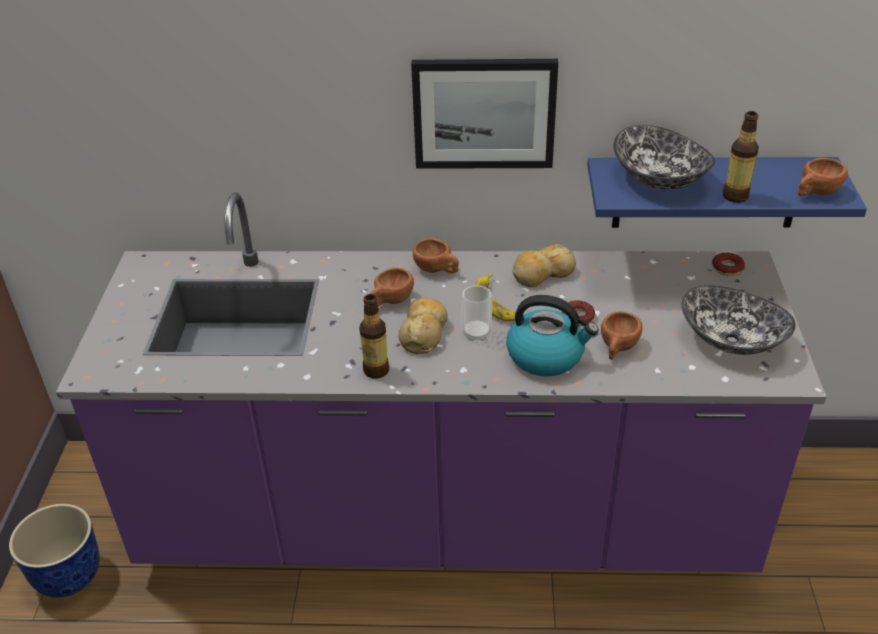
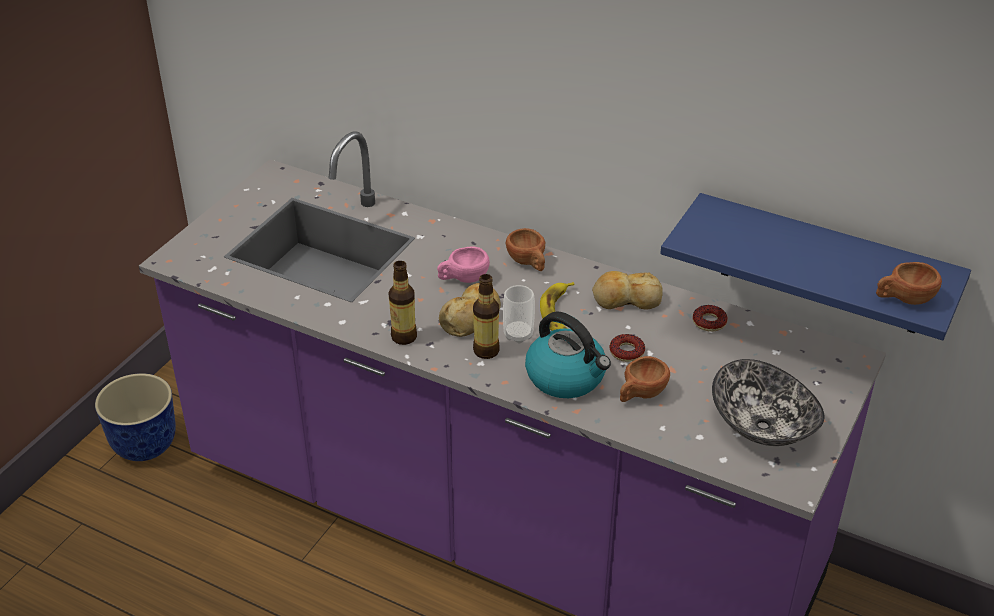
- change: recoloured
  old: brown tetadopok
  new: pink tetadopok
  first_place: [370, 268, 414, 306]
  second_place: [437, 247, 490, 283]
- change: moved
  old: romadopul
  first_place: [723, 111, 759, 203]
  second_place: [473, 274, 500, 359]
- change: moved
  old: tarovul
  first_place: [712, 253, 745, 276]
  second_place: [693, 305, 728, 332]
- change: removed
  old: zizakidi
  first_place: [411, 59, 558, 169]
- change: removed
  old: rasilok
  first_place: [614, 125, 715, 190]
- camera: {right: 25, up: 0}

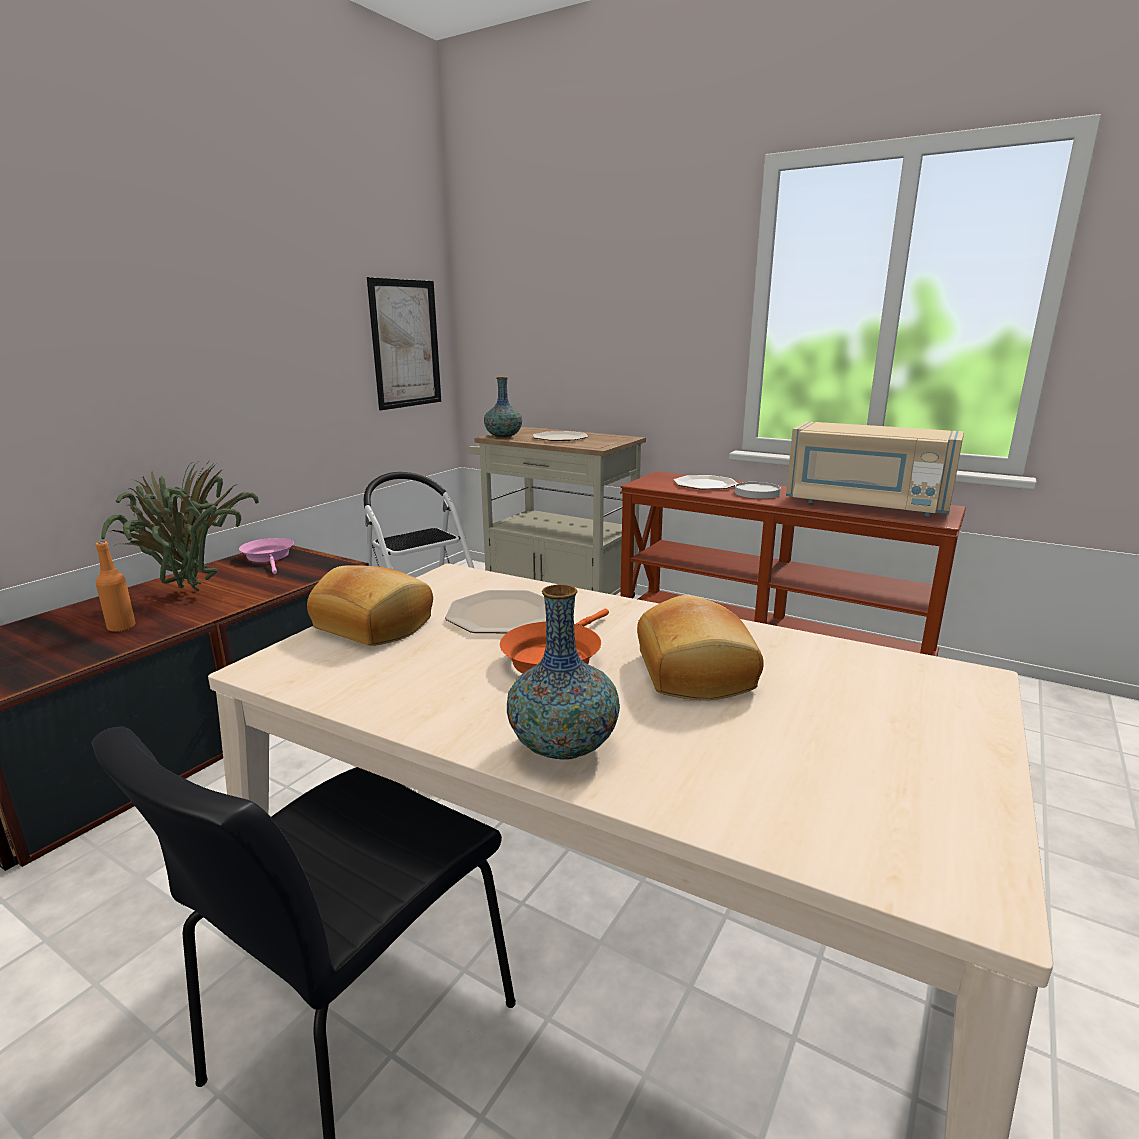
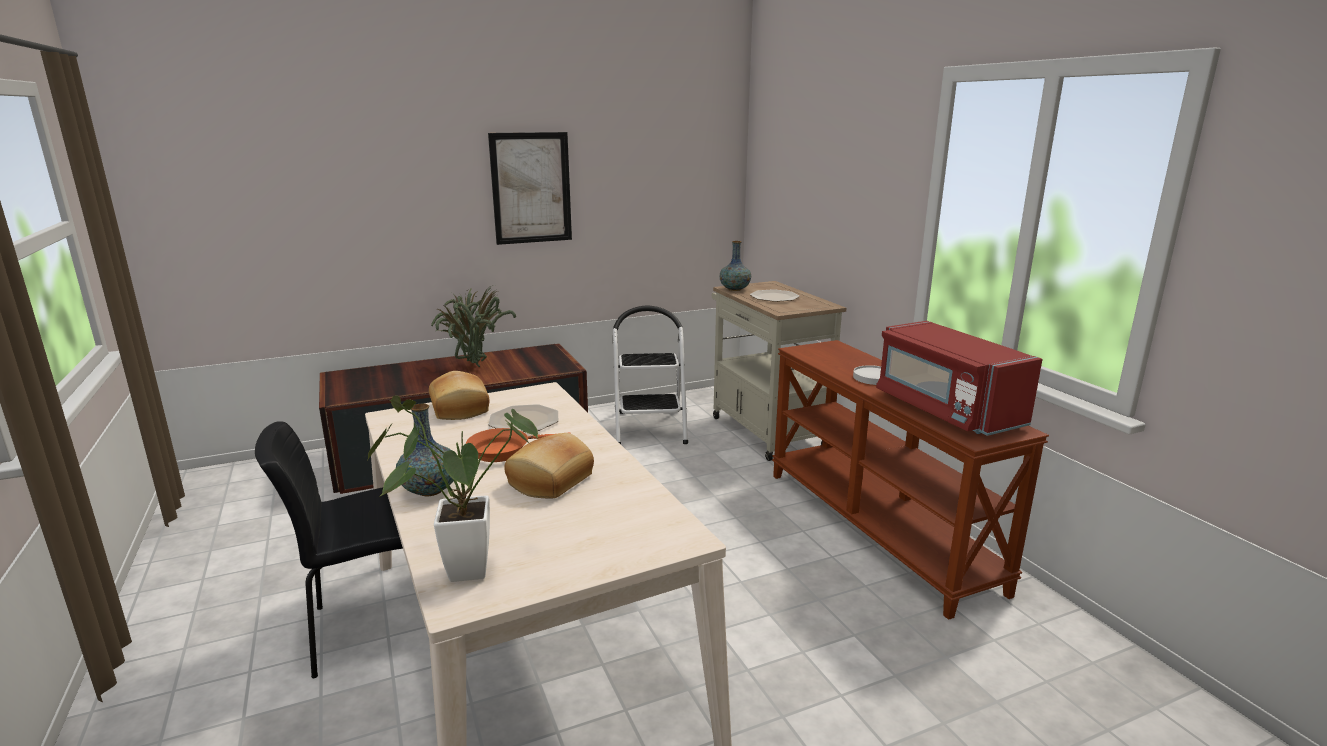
- change: added
  new: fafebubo
  second_place: [368, 396, 538, 582]
- change: moved
  old: zizakidi
  first_place: [367, 277, 441, 410]
  second_place: [488, 132, 572, 245]
- change: recoloured
  old: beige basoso
  new: red basoso
  first_place: [786, 421, 964, 516]
  second_place: [876, 321, 1042, 436]
- change: removed
  old: orange romadopul
  first_place: [95, 541, 136, 632]
- change: removed
  old: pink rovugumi
  first_place: [239, 538, 294, 574]
- change: removed
  old: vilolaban
  first_place: [673, 475, 738, 489]
- camera: {right: 35, up: 0}

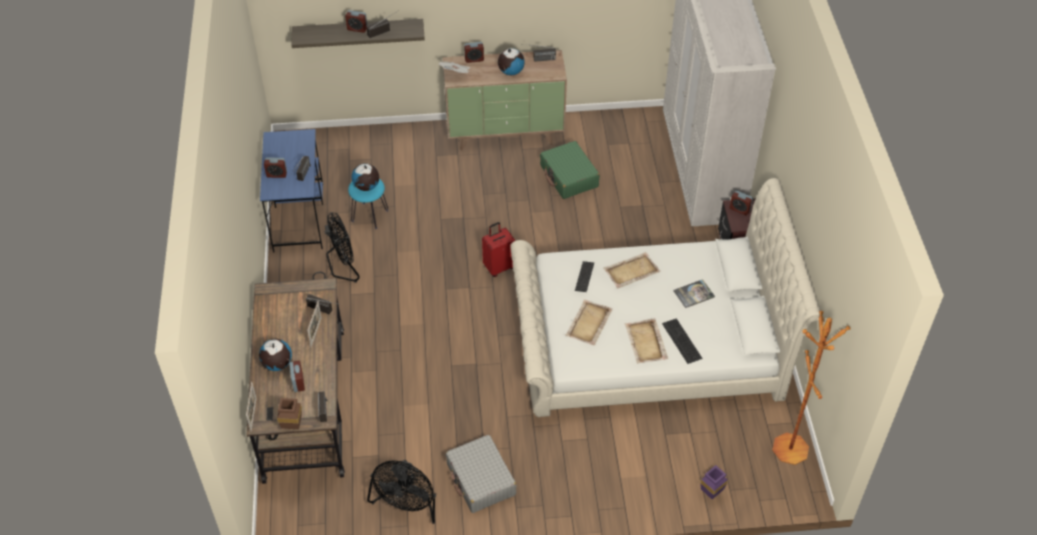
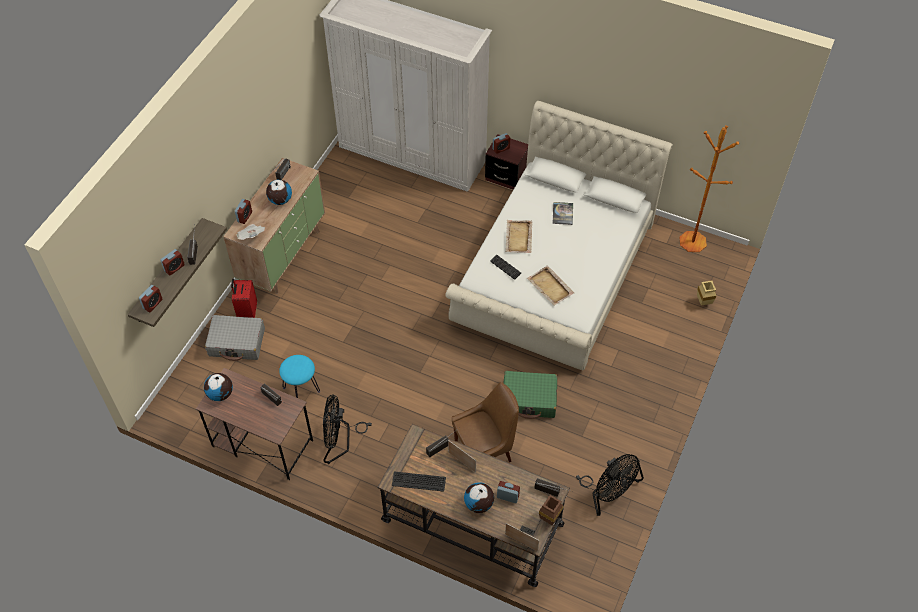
- change: moved
  old: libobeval
  first_place: [264, 157, 287, 178]
  second_place: [139, 285, 162, 312]
- change: recoloured
  old: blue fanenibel
  new: brown fanenibel
  first_place: [260, 129, 323, 253]
  second_place: [196, 368, 313, 480]
- change: moved
  old: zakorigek
  first_place: [351, 163, 379, 191]
  second_place: [204, 373, 233, 401]
- change: moved
  old: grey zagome
  first_place: [446, 435, 517, 513]
  second_place: [205, 315, 265, 361]
- change: moved
  old: red zagome
  first_place: [482, 222, 516, 277]
  second_place: [231, 279, 257, 318]
- change: turned
  old: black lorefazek
  first_place: [311, 212, 360, 283]
  second_place: [323, 394, 372, 464]
  degrees: -105
- change: moved
  old: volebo
  first_place: [662, 318, 702, 364]
  second_place: [392, 471, 446, 492]
- change: added
  new: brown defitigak
  second_place: [452, 382, 519, 462]
- change: moved
  old: green zagome
  first_place: [540, 141, 600, 199]
  second_place: [504, 371, 557, 419]
- change: recoloured
  old: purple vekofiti
  new: beige vekofiti
  first_place: [700, 465, 728, 499]
  second_place: [697, 280, 716, 306]
- change: removed
  old: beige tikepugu
  first_place: [625, 319, 668, 364]
- camera: {right: -60, up: 5}

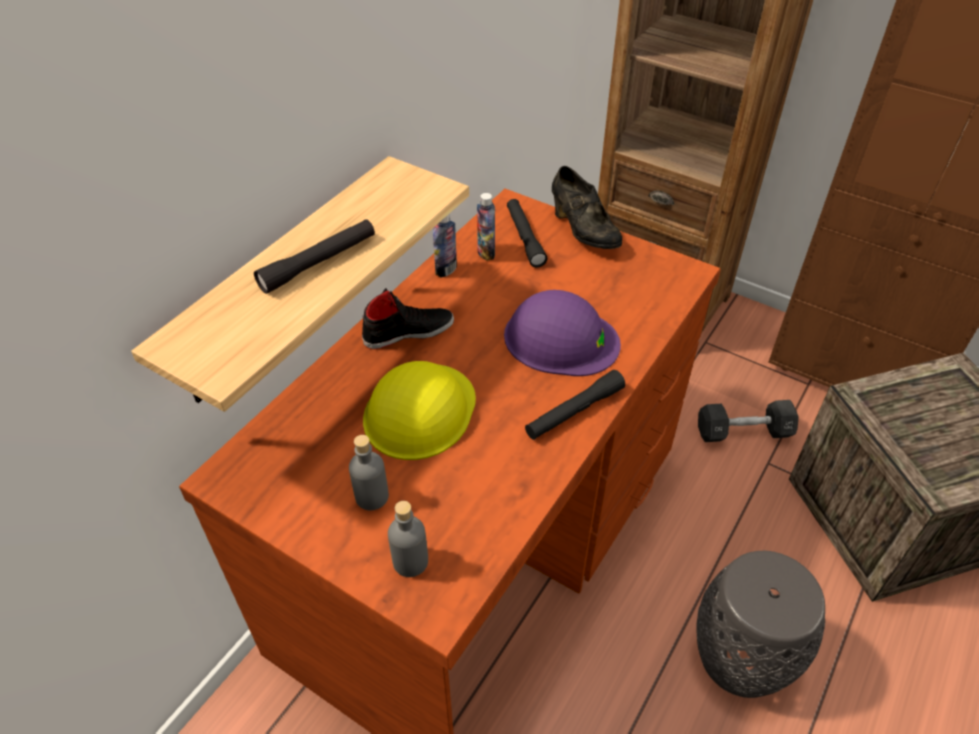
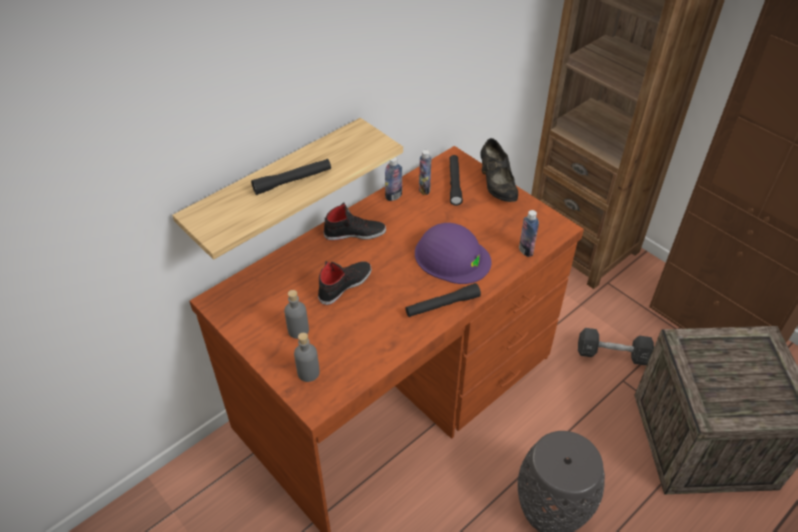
- change: replaced
  old: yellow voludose
  new: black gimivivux
  first_place: [363, 361, 476, 460]
  second_place: [318, 261, 372, 305]
- change: added
  new: romadopul
  second_place: [519, 210, 539, 257]
- camera: {right: 15, up: 0}

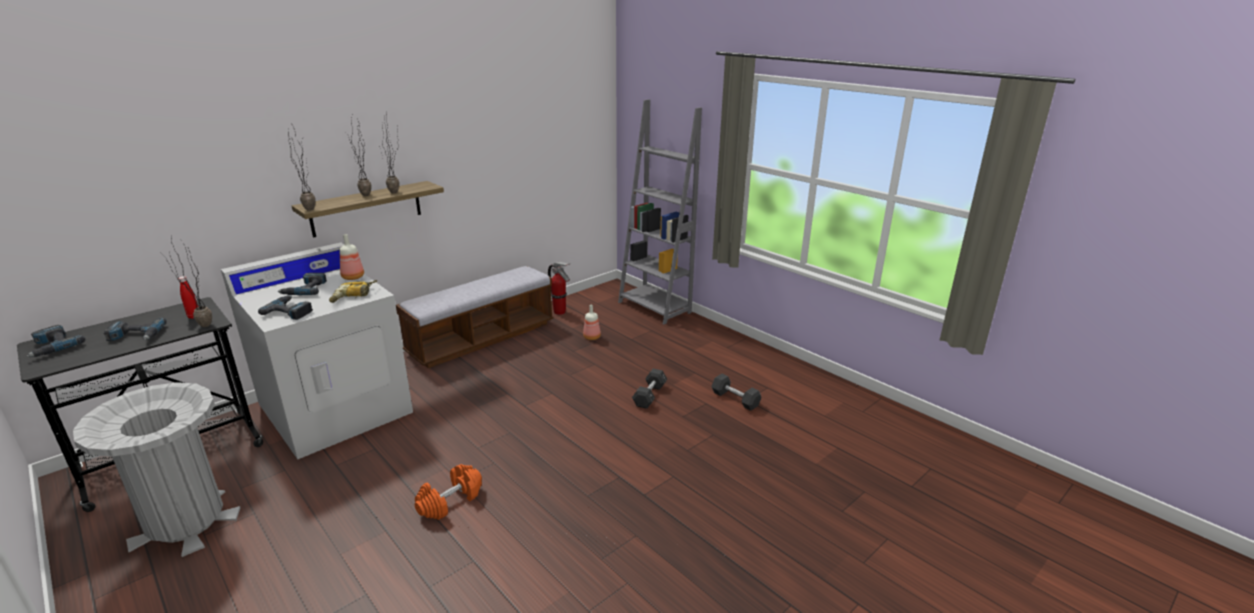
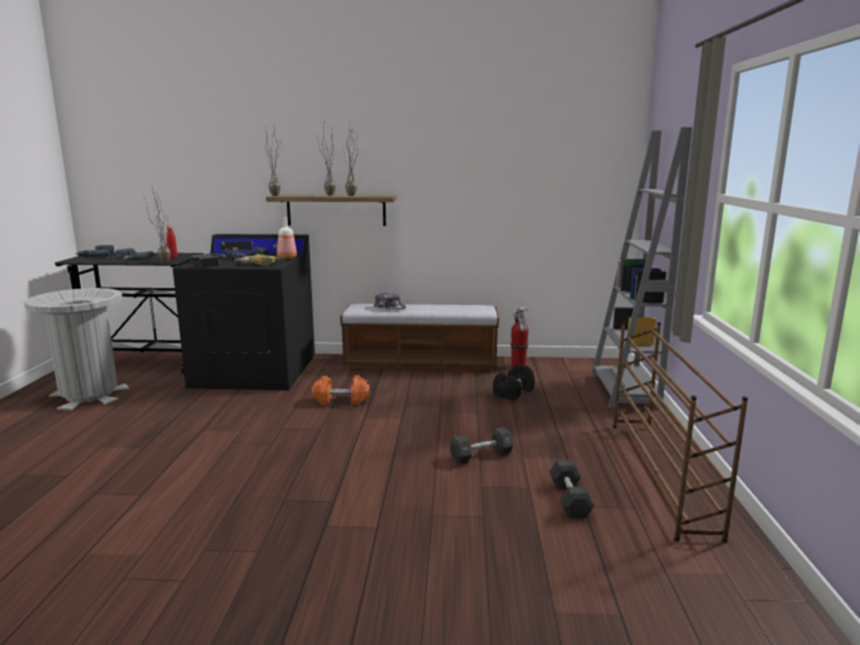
- change: recoloured
  old: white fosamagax
  new: black fosamagax
  first_place: [221, 242, 413, 460]
  second_place: [173, 234, 315, 390]
- change: moved
  old: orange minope
  first_place: [415, 464, 482, 520]
  second_place: [312, 375, 370, 406]
- change: added
  new: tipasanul
  second_place: [374, 292, 406, 310]
- change: replaced
  old: romadopul
  new: black minope
  first_place: [583, 305, 601, 340]
  second_place: [493, 364, 535, 401]
- change: added
  new: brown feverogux
  second_place: [613, 322, 748, 543]
- camera: {right: 45, up: -10}

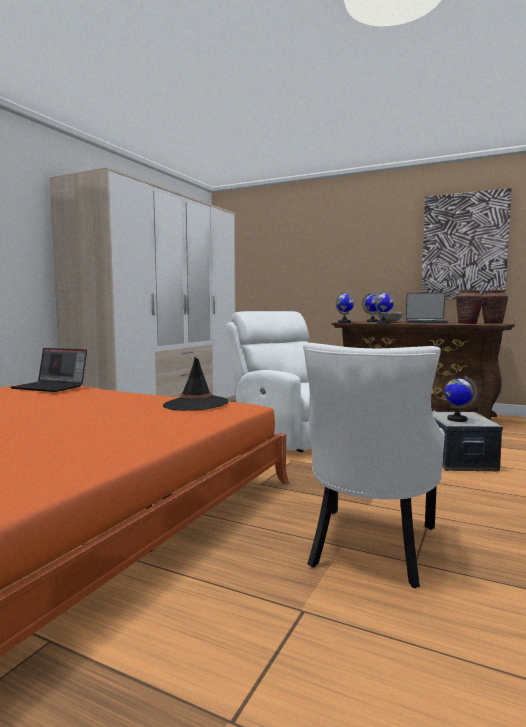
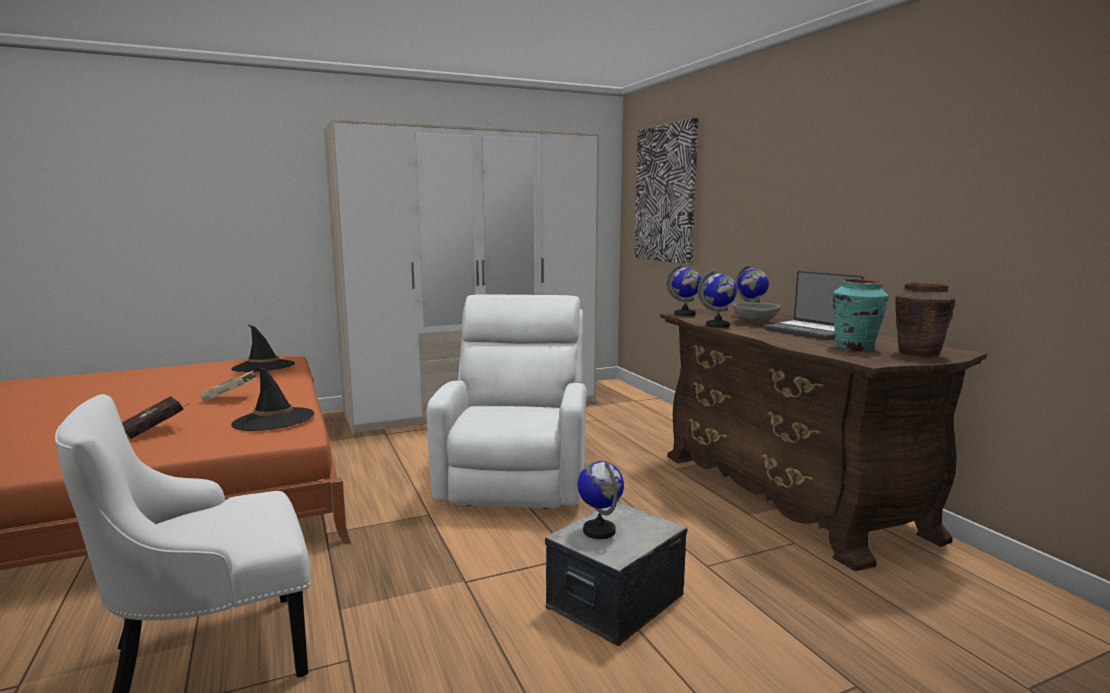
- change: added
  new: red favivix
  second_place: [122, 396, 189, 439]
- change: added
  new: beige favivix
  second_place: [199, 371, 256, 402]
- change: replaced
  old: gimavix
  new: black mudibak
  first_place: [10, 348, 87, 392]
  second_place: [231, 325, 295, 372]
- change: moved
  old: zizakidi
  first_place: [421, 188, 512, 299]
  second_place: [635, 118, 698, 264]
- change: recoloured
  old: brown vekofiti
  new: turquoise vekofiti
  first_place: [456, 290, 483, 324]
  second_place: [833, 279, 889, 351]
- camera: {right: 40, up: 5}

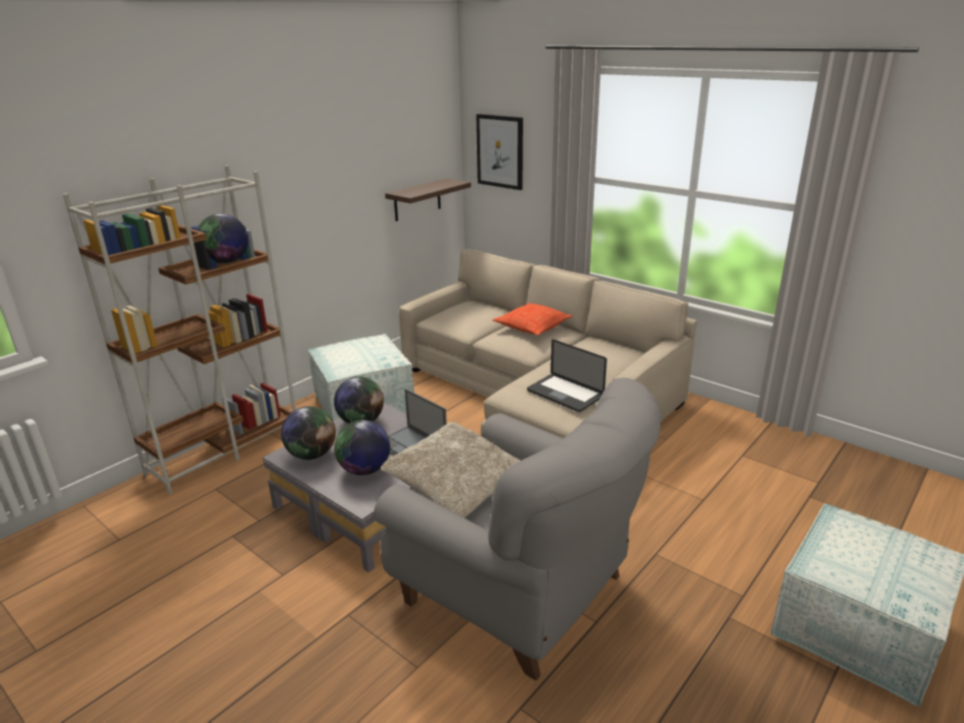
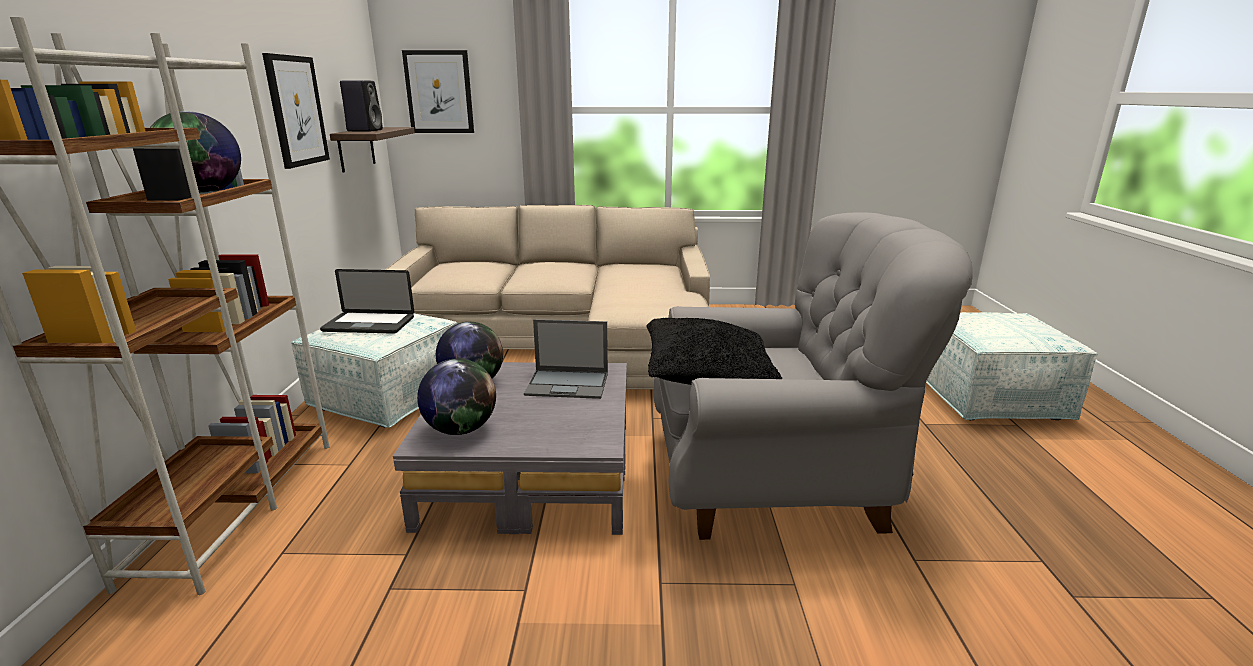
- change: added
  new: zizakidi
  second_place: [262, 53, 330, 169]
- change: moved
  old: gimavix
  first_place: [527, 339, 607, 412]
  second_place: [320, 269, 414, 334]
- change: added
  new: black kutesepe
  second_place: [340, 80, 383, 131]
- change: recoloured
  old: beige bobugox
  new: black bobugox
  first_place: [381, 422, 521, 518]
  second_place: [646, 318, 782, 385]
- change: removed
  old: zakorigek
  first_place: [334, 420, 390, 475]
- change: removed
  old: orange bobugox
  first_place: [493, 303, 572, 335]
- camera: {right: -40, up: -5}

